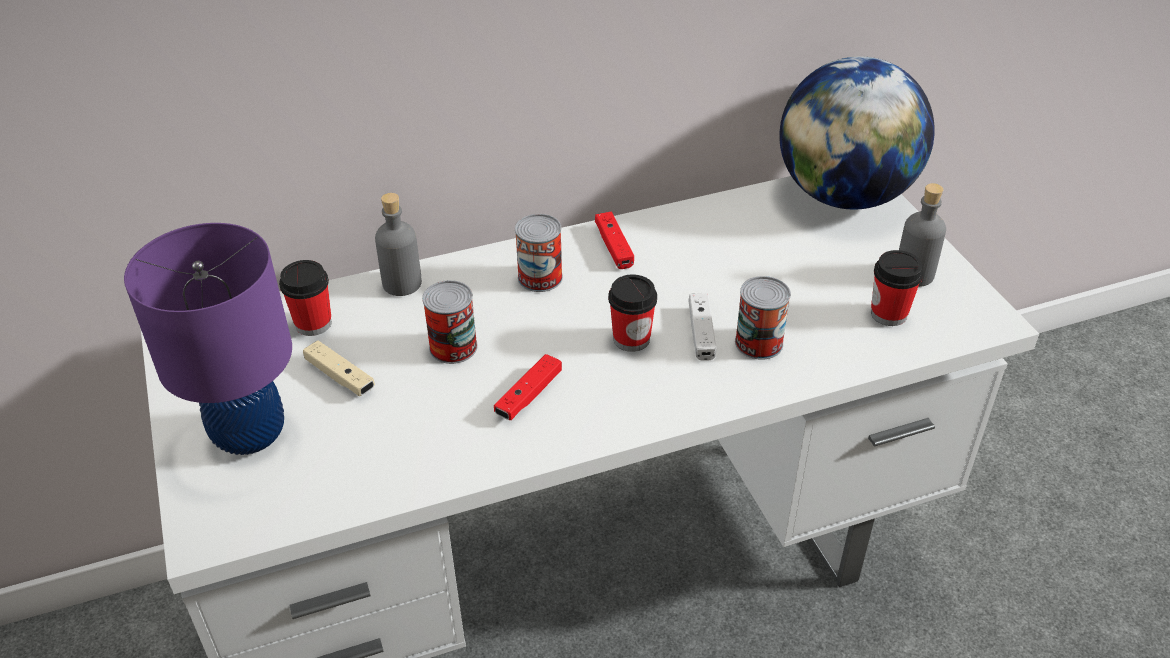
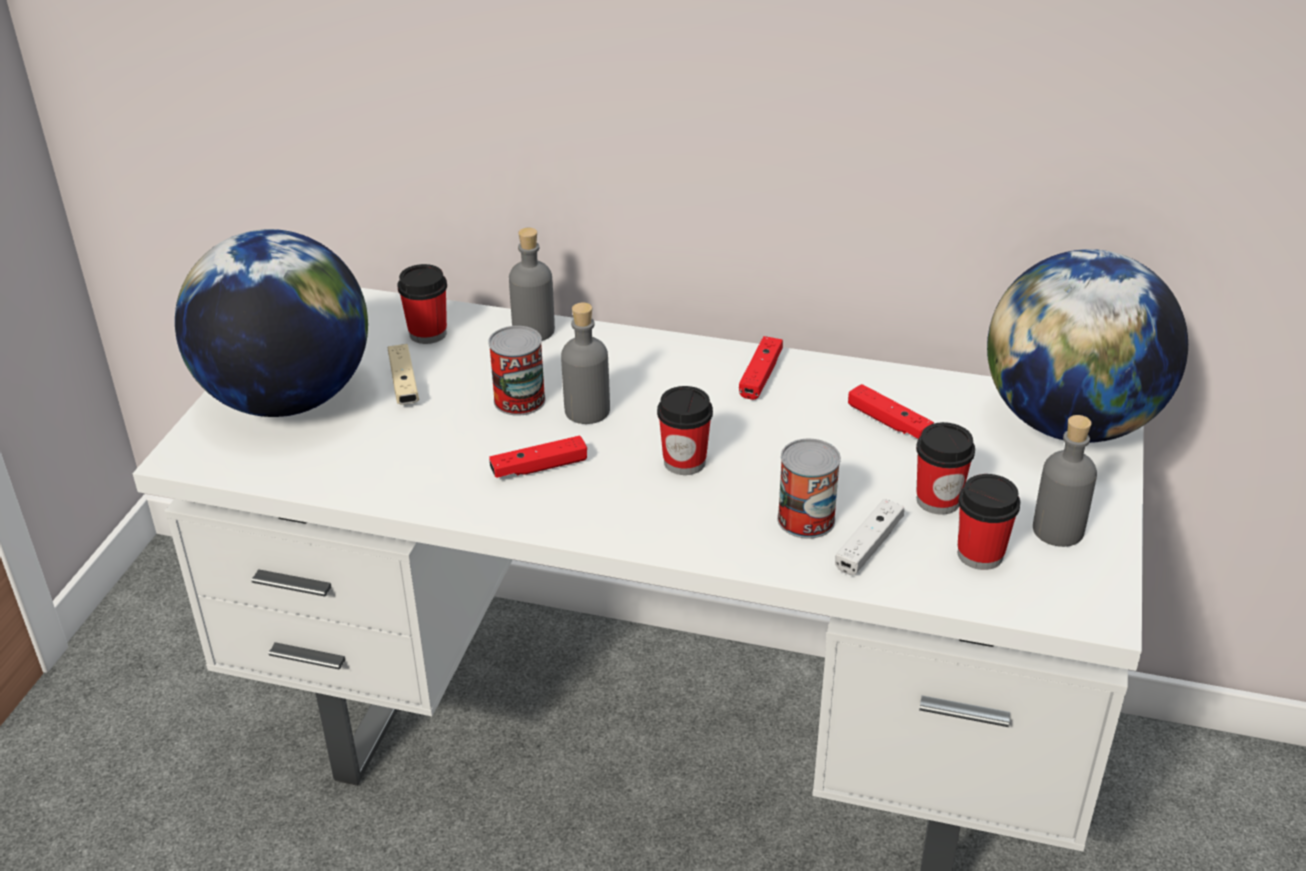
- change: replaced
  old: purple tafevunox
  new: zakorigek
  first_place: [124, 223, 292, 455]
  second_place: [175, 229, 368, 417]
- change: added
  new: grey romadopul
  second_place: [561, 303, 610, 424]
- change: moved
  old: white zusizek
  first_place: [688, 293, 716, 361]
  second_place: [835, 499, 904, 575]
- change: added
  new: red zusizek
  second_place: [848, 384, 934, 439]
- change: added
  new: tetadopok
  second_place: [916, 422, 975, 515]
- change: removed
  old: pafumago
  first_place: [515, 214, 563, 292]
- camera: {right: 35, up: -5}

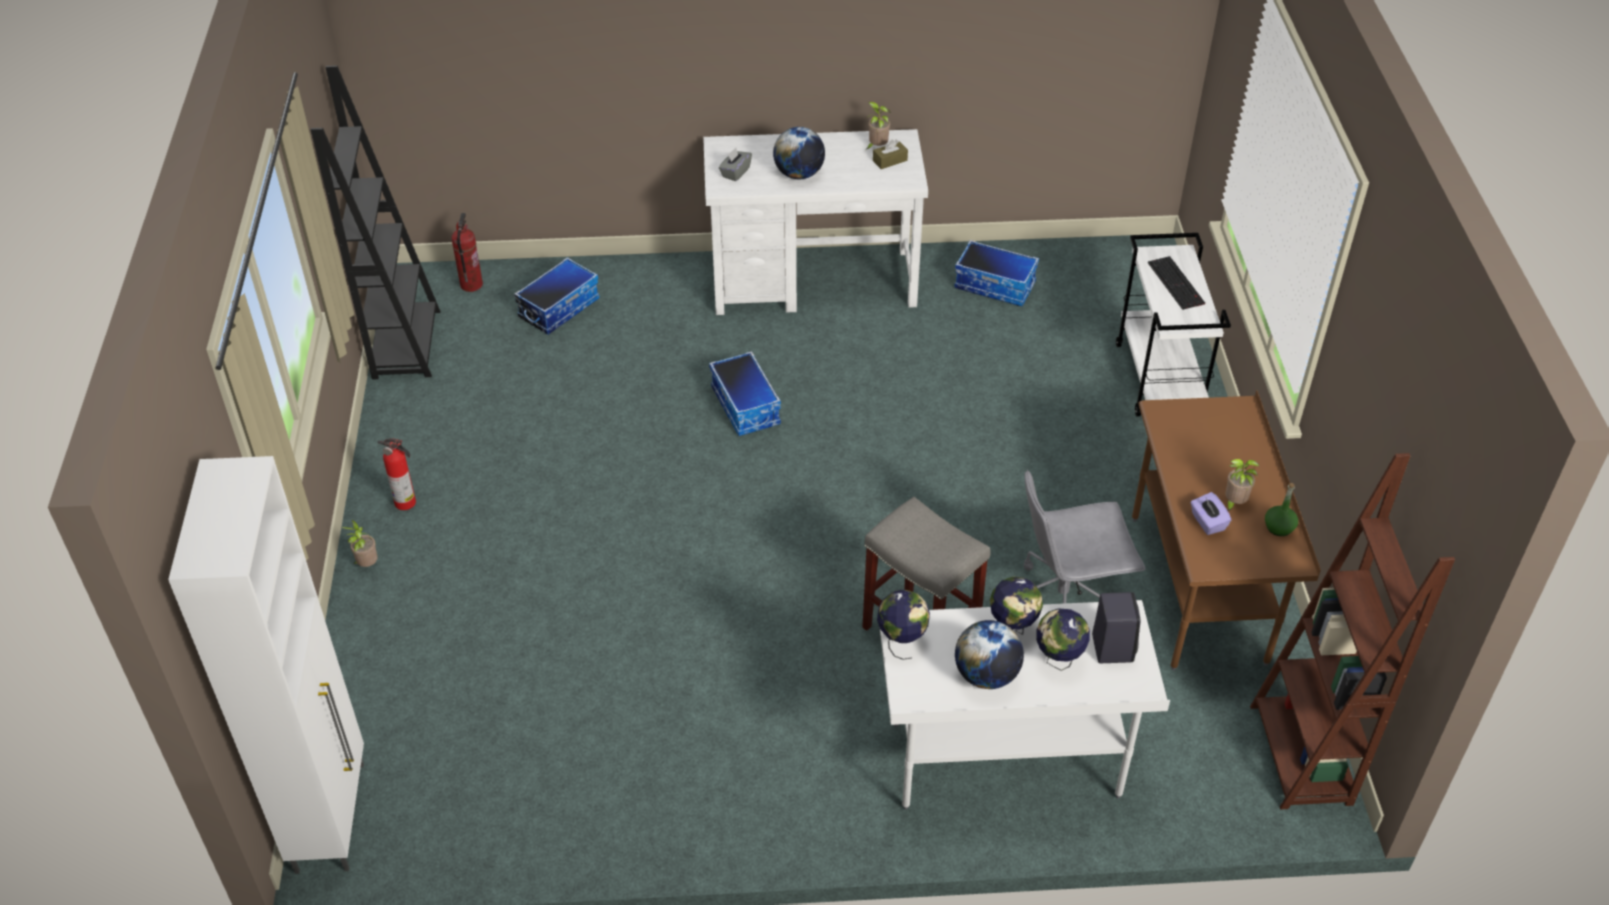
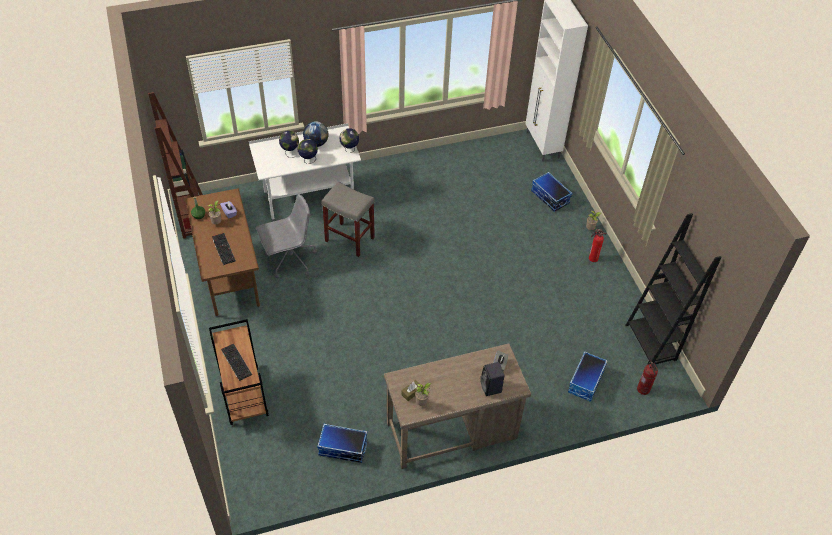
- change: recoloured
  old: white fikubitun
  new: brown fikubitun
  first_place: [1116, 233, 1231, 416]
  second_place: [209, 319, 269, 425]
- change: added
  new: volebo
  second_place: [212, 233, 236, 265]
- change: recoloured
  old: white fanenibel
  new: brown fanenibel
  first_place: [703, 129, 928, 315]
  second_place: [384, 344, 531, 469]
- change: moved
  old: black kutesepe
  first_place: [1092, 592, 1141, 663]
  second_place: [480, 362, 504, 396]
- change: moved
  old: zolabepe
  first_place: [709, 351, 781, 436]
  second_place: [531, 172, 572, 212]
- change: removed
  old: zakorigek
  first_place: [773, 127, 825, 179]
- camera: {right: 165, up: 5}

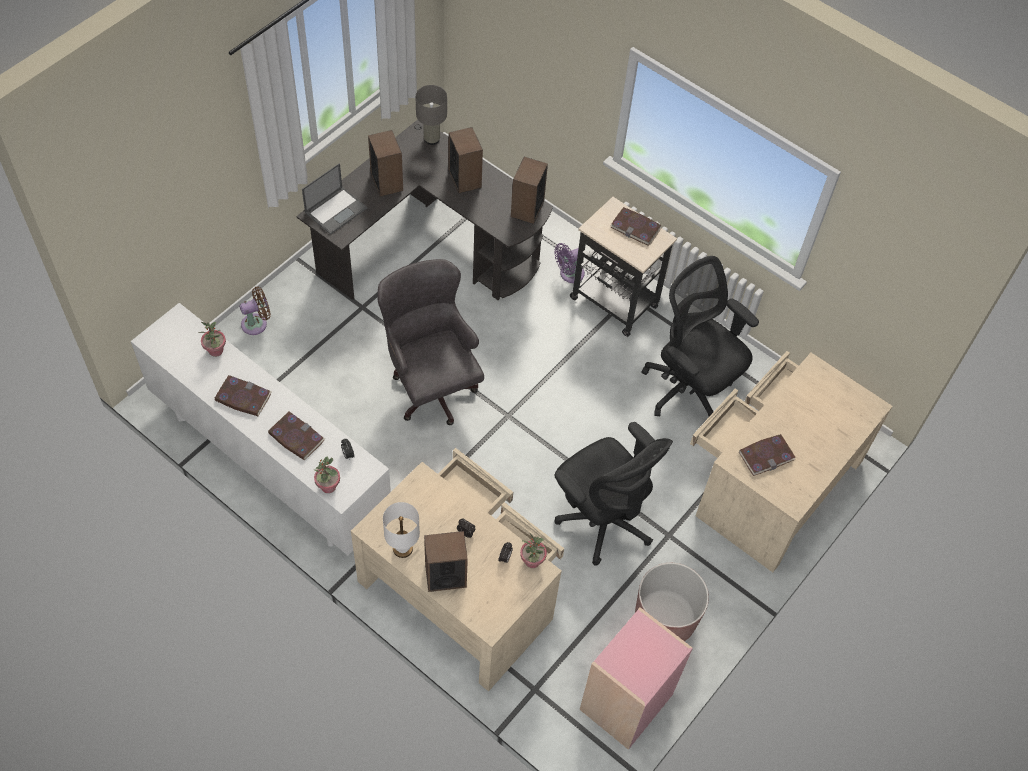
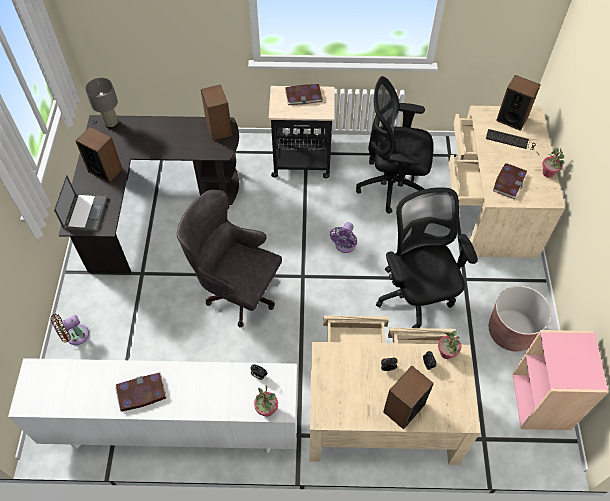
- change: turned
  old: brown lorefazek
  first_place: [239, 287, 271, 335]
  second_place: [50, 314, 89, 345]
  degrees: -150
- change: moved
  old: purple lorefazek
  first_place: [554, 243, 585, 283]
  second_place: [330, 222, 357, 253]
- change: turned
  old: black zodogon
  first_place: [554, 422, 673, 565]
  second_place: [376, 188, 478, 328]
  degrees: -120
- change: added
  new: volebo
  second_place: [486, 129, 539, 155]
- change: moved
  old: kutesepe
  first_place: [449, 127, 483, 193]
  second_place: [496, 75, 541, 131]
- change: moved
  old: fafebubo
  first_place: [198, 322, 226, 357]
  second_place: [542, 148, 564, 178]
- change: removed
  old: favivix
  first_place: [268, 411, 325, 460]
- change: removed
  old: white tafevunox
  first_place: [383, 502, 420, 558]
- camera: {right: -35, up: 0}

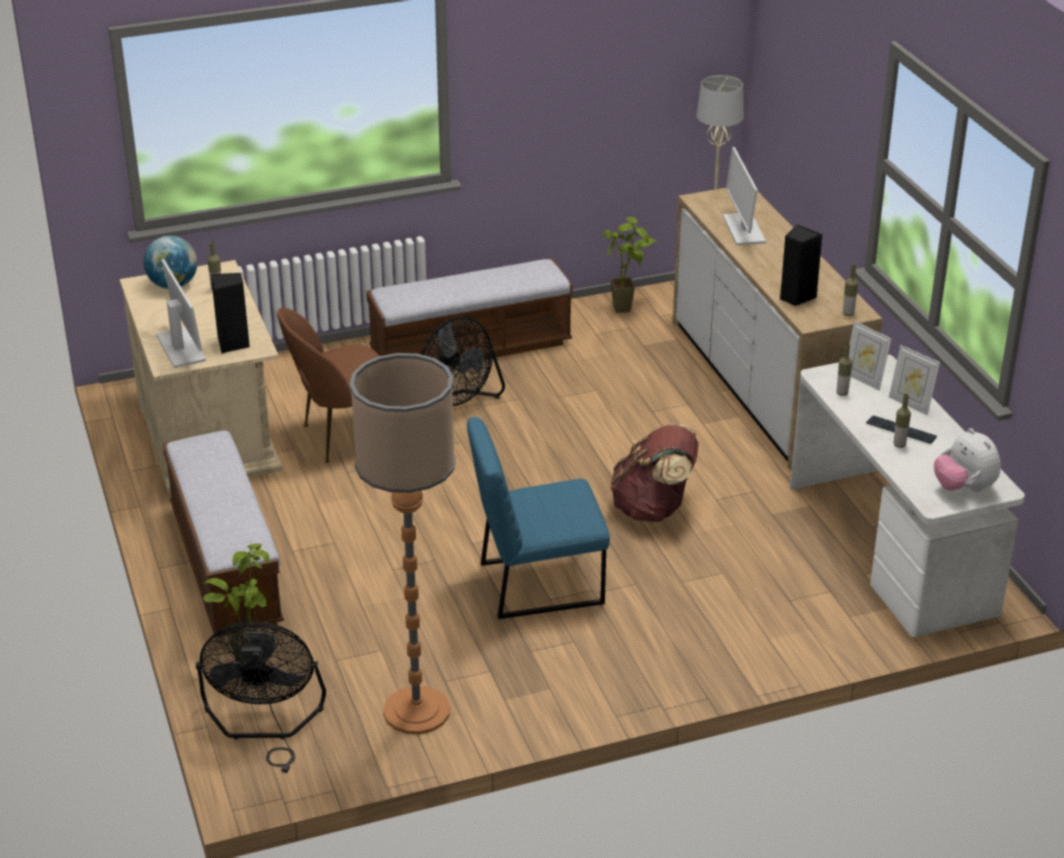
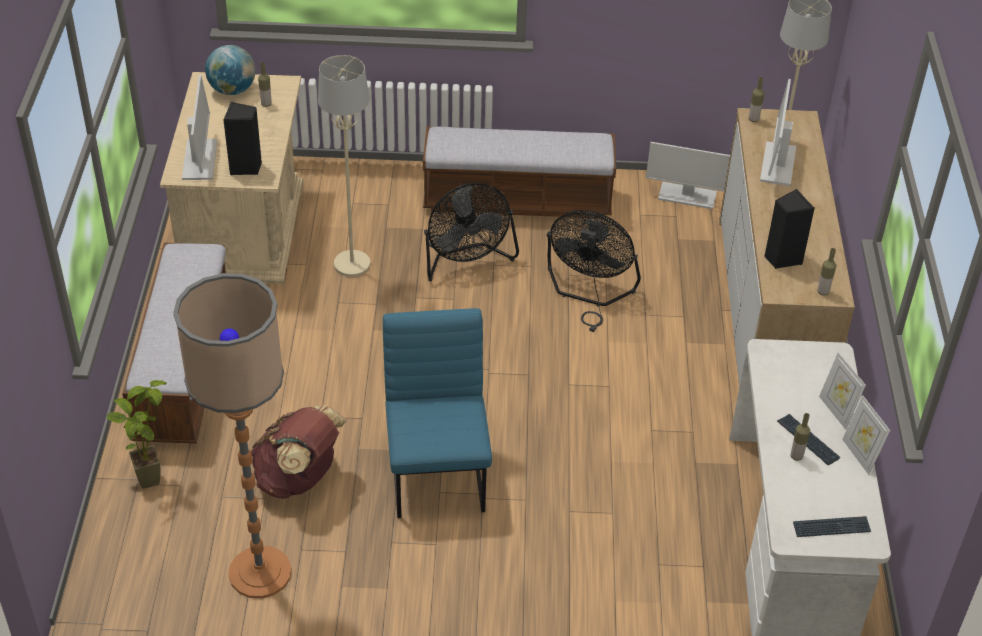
- change: moved
  old: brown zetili
  first_place: [610, 424, 699, 522]
  second_place: [251, 406, 346, 499]
- change: replaced
  old: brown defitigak
  new: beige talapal
  first_place: [277, 307, 379, 463]
  second_place: [318, 55, 370, 277]
- change: turned
  old: blue defitigak
  first_place: [467, 417, 610, 619]
  second_place: [383, 308, 492, 518]
  degrees: 75
- change: moved
  old: black lorefazek
  first_place: [196, 621, 326, 773]
  second_place: [547, 210, 641, 332]
- change: replaced
  old: fafebubo
  new: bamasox
  first_place: [601, 217, 657, 313]
  second_place: [646, 142, 730, 209]
- change: moved
  old: romadopul
  first_place: [836, 343, 852, 396]
  second_place: [749, 77, 764, 122]
- change: replaced
  old: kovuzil
  new: volebo
  first_place: [934, 428, 1001, 492]
  second_place: [793, 516, 871, 537]
- change: moved
  old: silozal
  first_place: [849, 321, 892, 391]
  second_place: [842, 395, 890, 475]
- camera: {right: 20, up: 10}

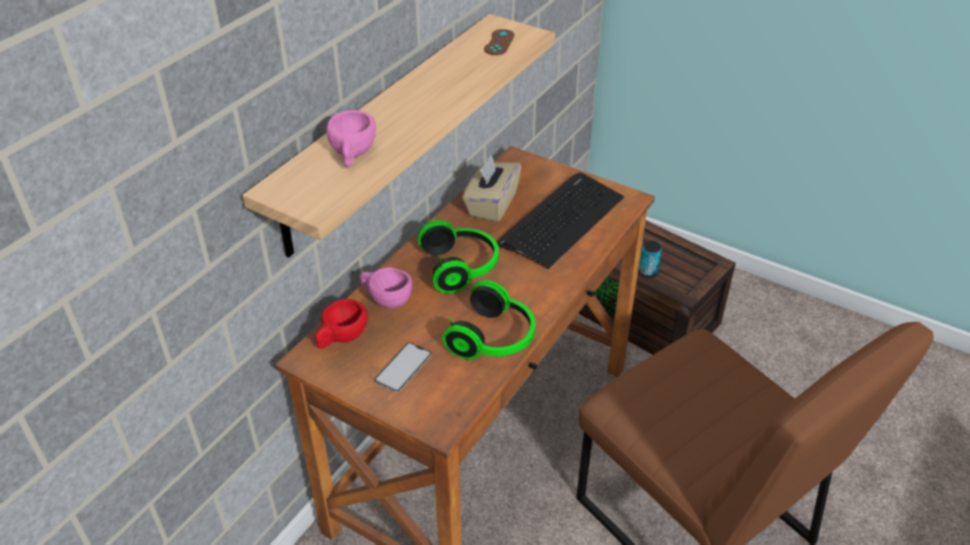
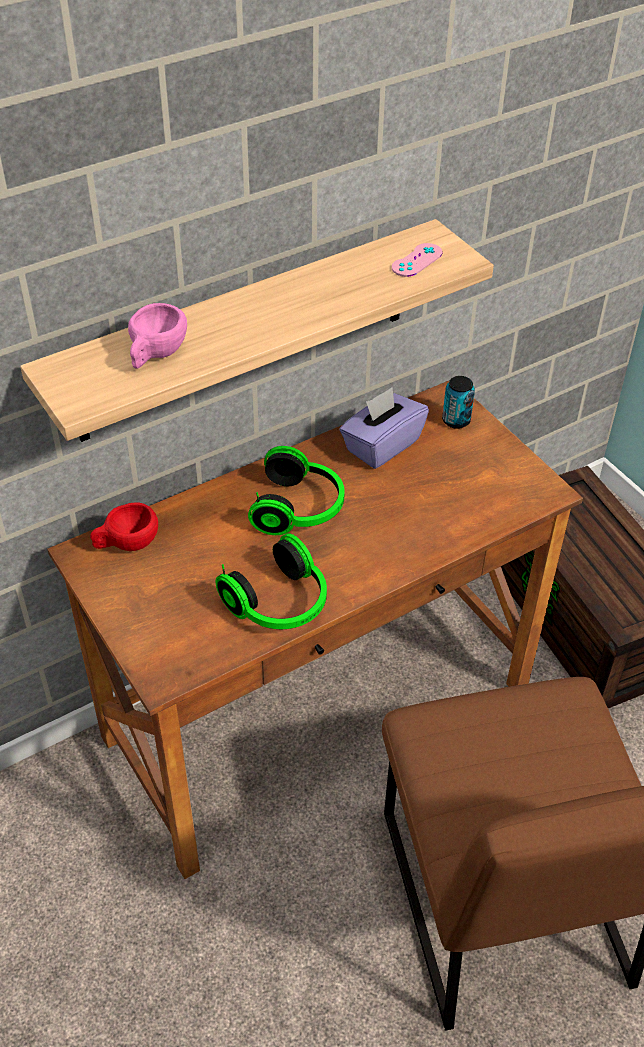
- change: recoloured
  old: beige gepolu
  new: purple gepolu
  first_place: [462, 154, 522, 222]
  second_place: [339, 387, 429, 469]
- change: recoloured
  old: brown zusizek
  new: pink zusizek
  first_place: [484, 29, 514, 55]
  second_place: [392, 243, 443, 277]
- change: moved
  old: pafumago
  first_place: [638, 240, 662, 278]
  second_place: [442, 376, 475, 429]
- change: removed
  old: pink tetadopok
  first_place: [360, 267, 412, 308]
- change: removed
  old: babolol
  first_place: [374, 342, 432, 392]
- change: removed
  old: volebo
  first_place: [497, 172, 624, 269]
- camera: {right: 25, up: 5}

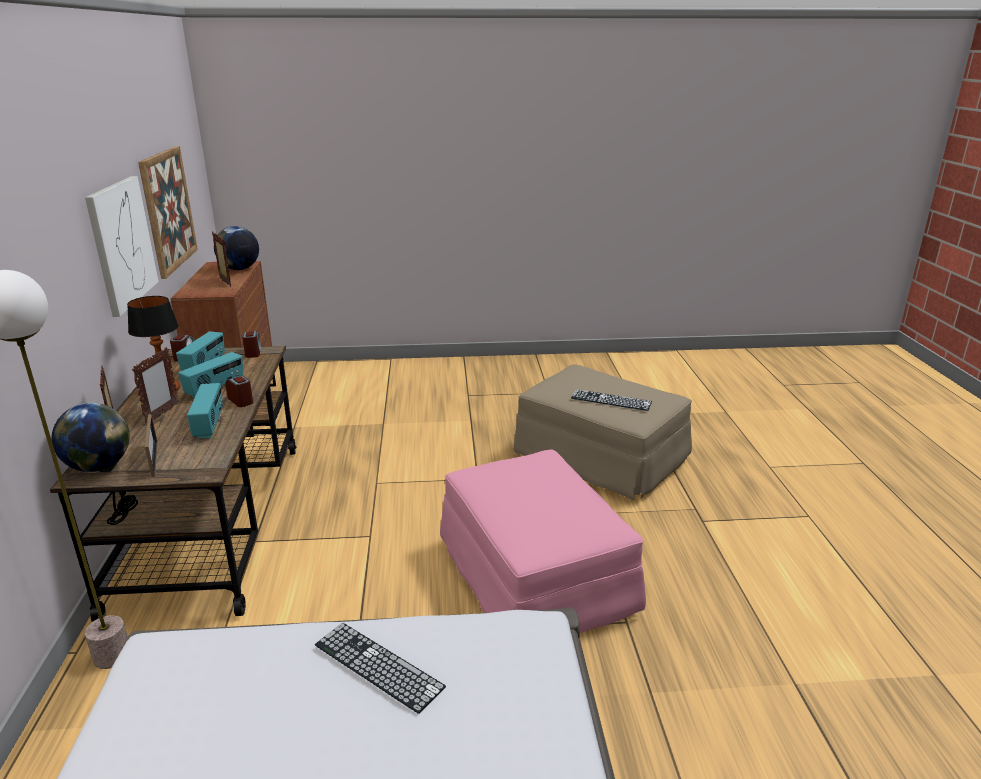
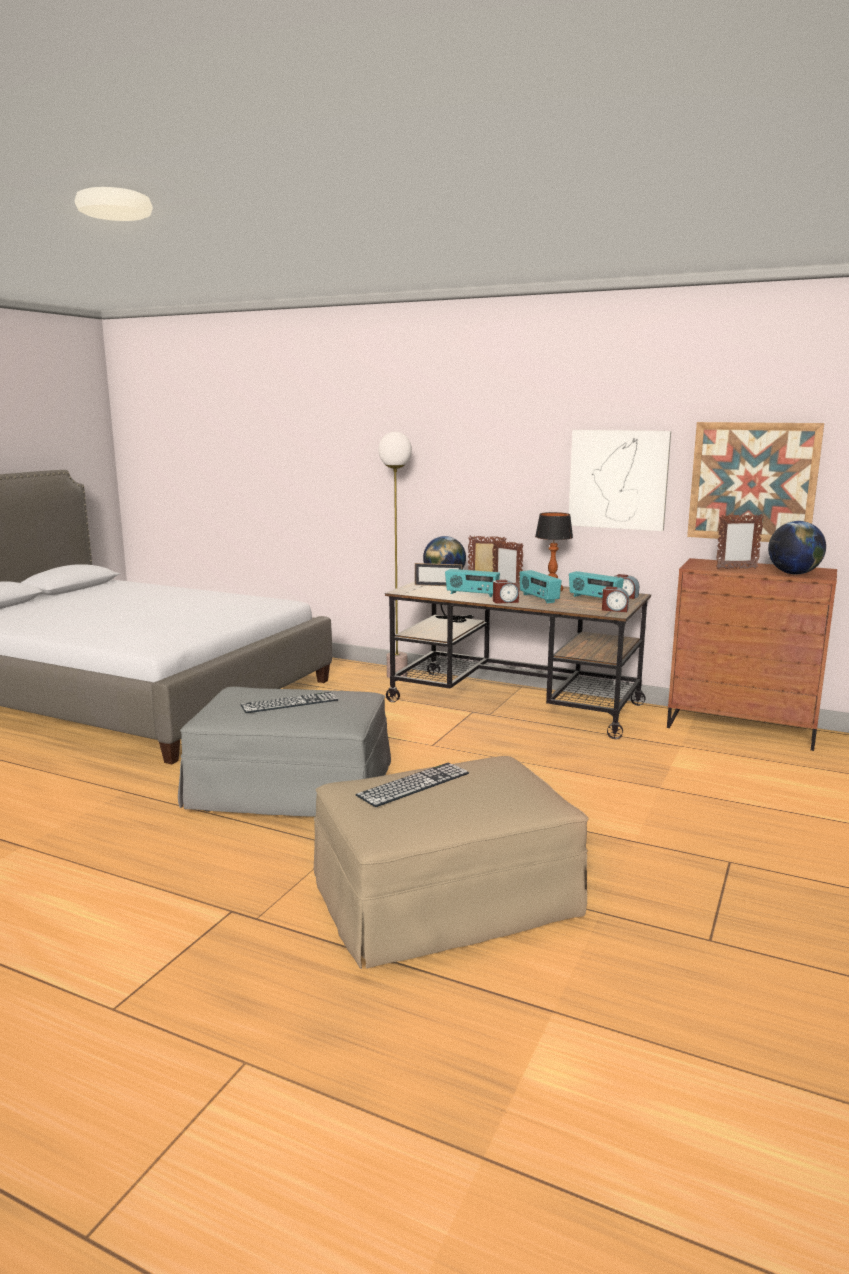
- change: recoloured
  old: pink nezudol
  new: grey nezudol
  first_place: [440, 449, 646, 633]
  second_place: [178, 687, 391, 817]
- change: moved
  old: volebo
  first_place: [315, 623, 446, 714]
  second_place: [240, 692, 338, 713]
- camera: {right: 120, up: -10}

